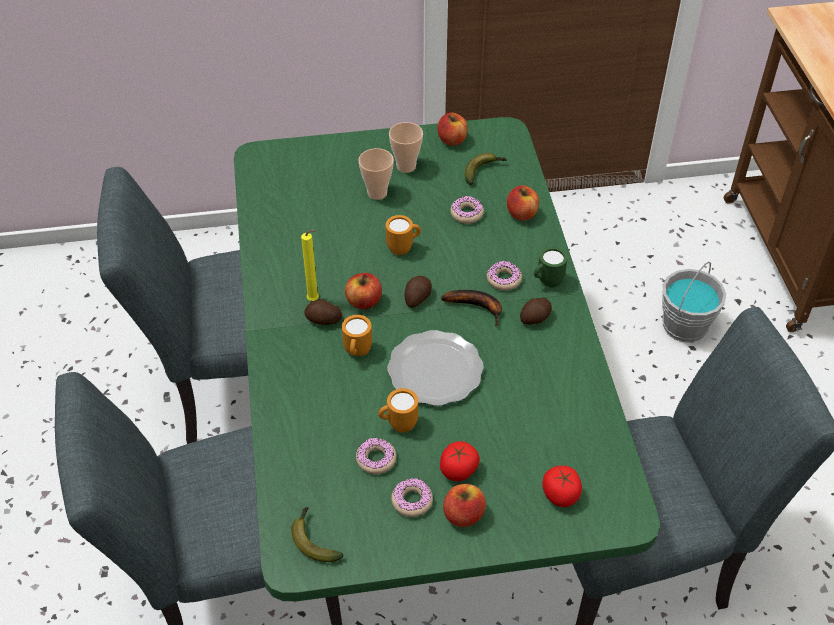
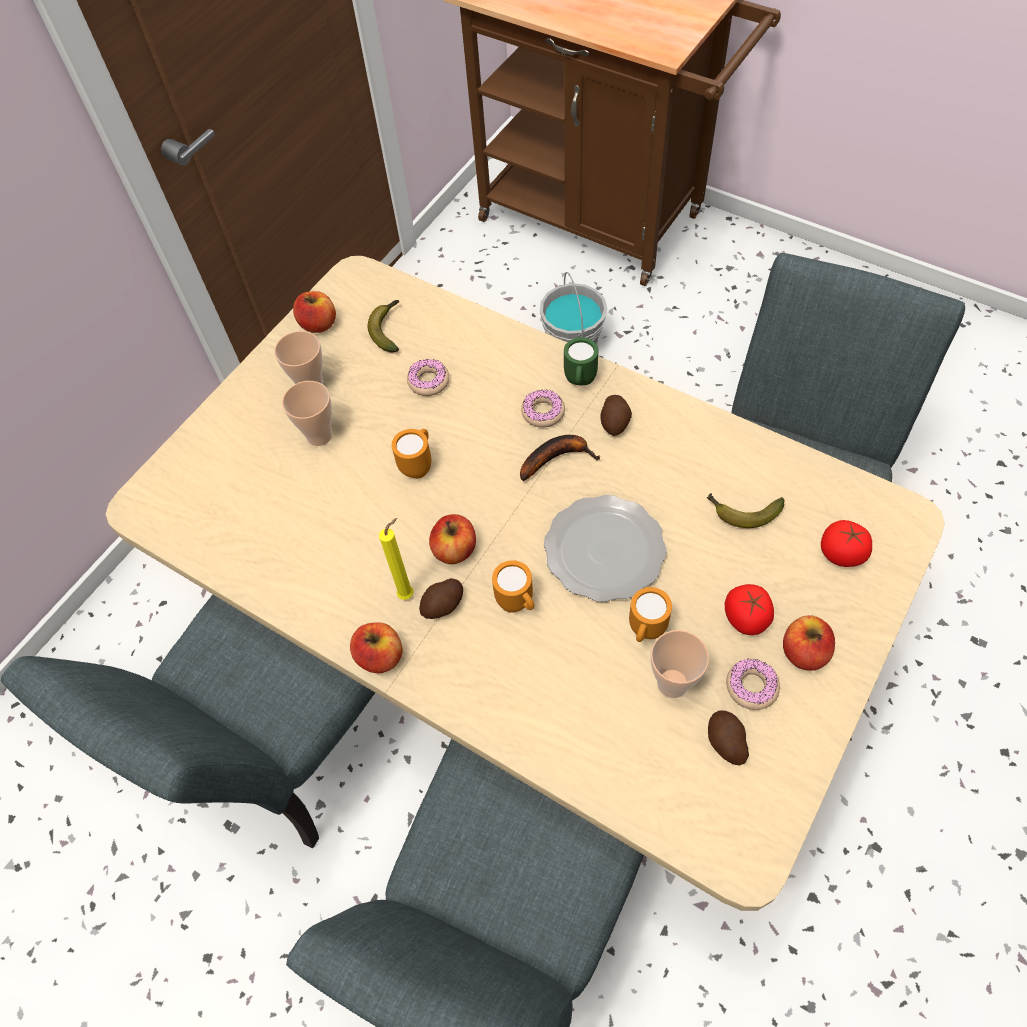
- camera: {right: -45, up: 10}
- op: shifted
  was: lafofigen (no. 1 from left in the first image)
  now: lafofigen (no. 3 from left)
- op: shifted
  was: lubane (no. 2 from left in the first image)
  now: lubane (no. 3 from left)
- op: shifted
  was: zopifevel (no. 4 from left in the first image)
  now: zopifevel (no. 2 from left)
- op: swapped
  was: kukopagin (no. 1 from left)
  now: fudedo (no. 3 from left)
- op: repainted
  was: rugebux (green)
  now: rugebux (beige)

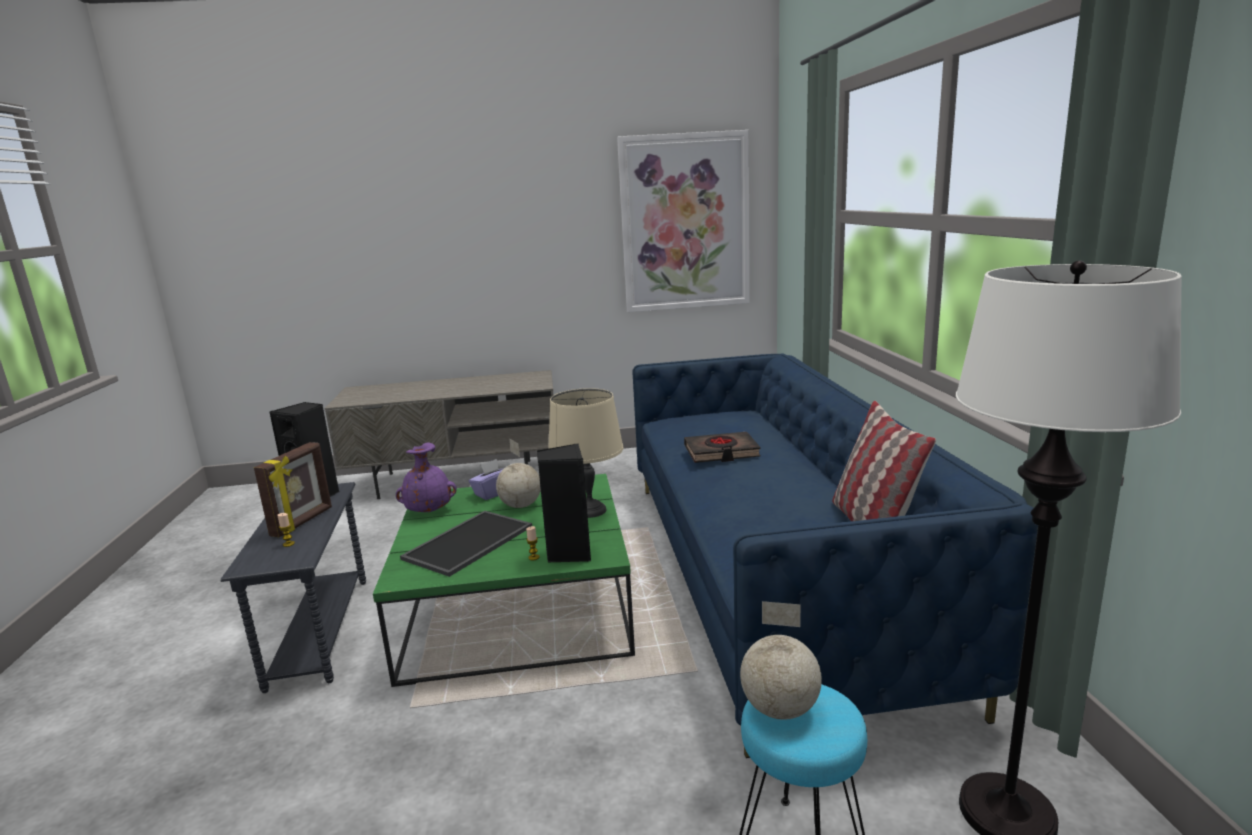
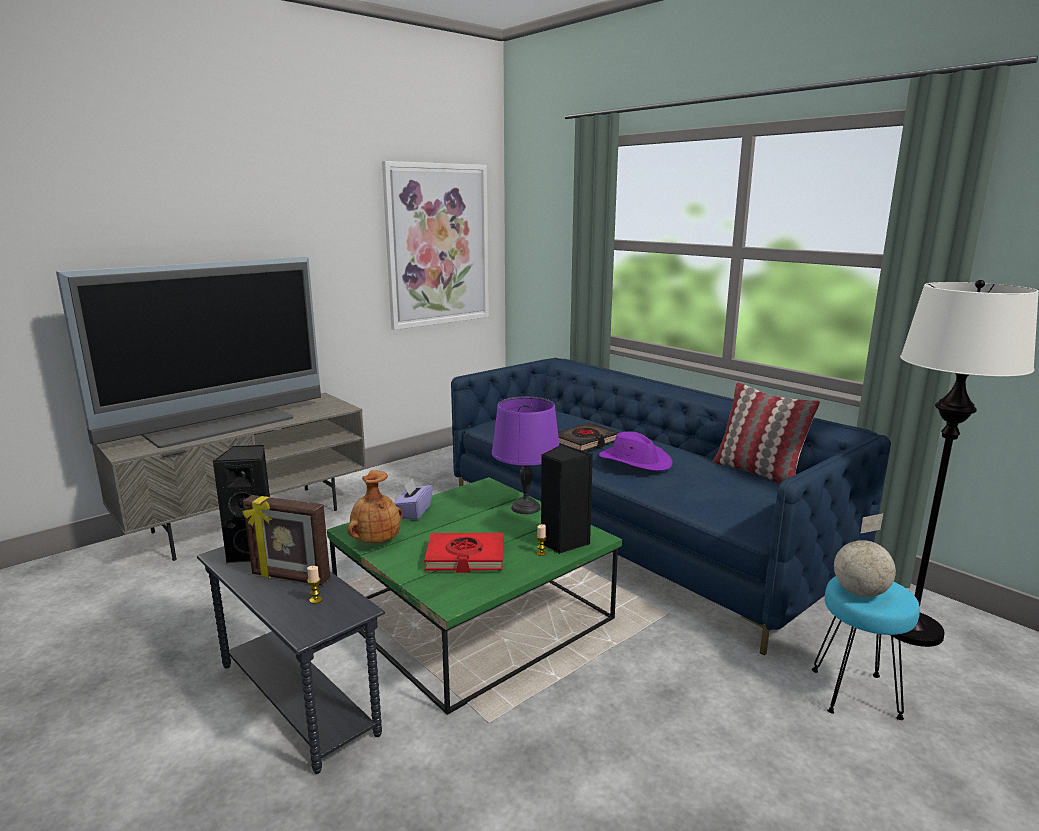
- camera: {right: -35, up: 0}
- op: gone
  was: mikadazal (no. 1 from left)
- op: new
  now: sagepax
- op: new
  now: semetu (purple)
- op: swapped
  was: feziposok
  now: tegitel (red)
- op: repainted
  was: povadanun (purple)
  now: povadanun (brown)
- op: repainted
  was: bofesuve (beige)
  now: bofesuve (purple)
- op: rotated
  was: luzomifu
  clockwise: 120

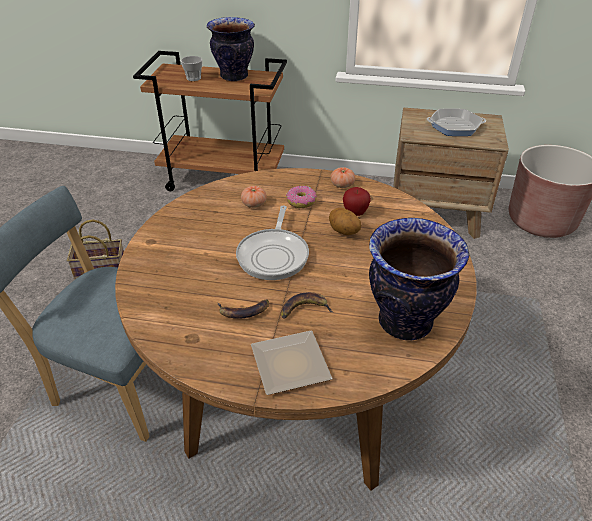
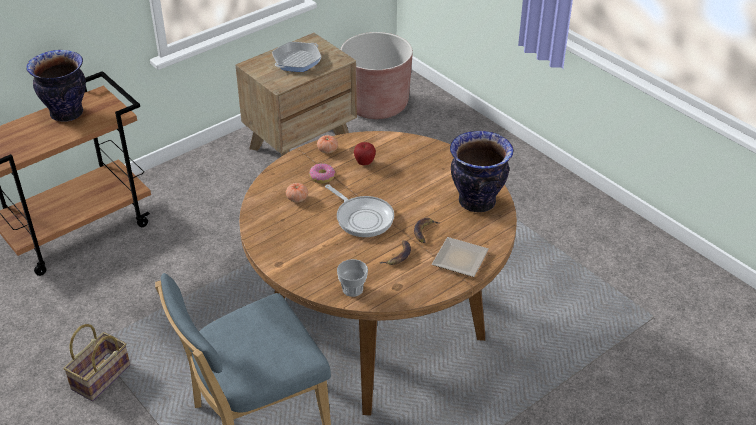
- camera: {right: -50, up: 0}
- op: gone
  was: lubane
- op: shifted
  was: fudedo

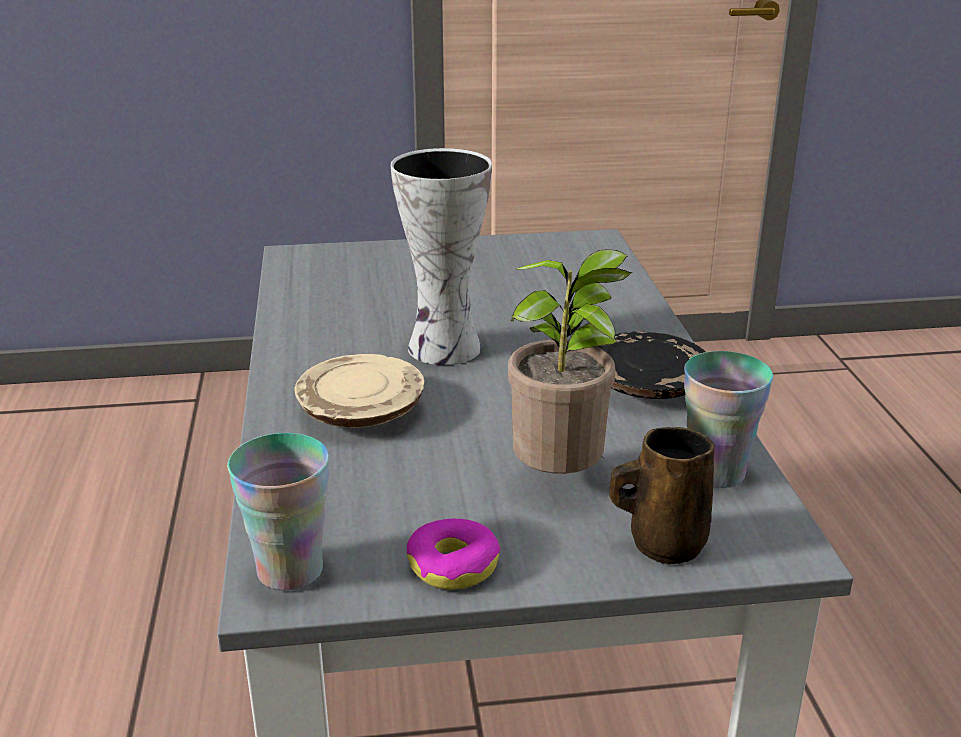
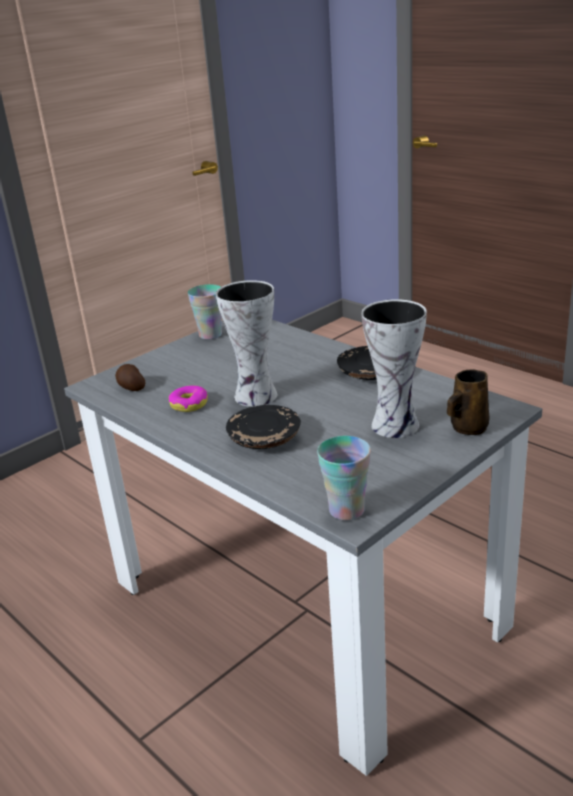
- camera: {right: -35, up: 0}
- op: new
  now: lubane
- op: shifted
  was: kukopagin
- op: shifted
  was: fudedo (no. 2 from left in the first image)
  now: fudedo (no. 1 from left)
- op: swapped
  was: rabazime
  now: povadanun (no. 2 from left)
- op: repainted
  was: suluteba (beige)
  now: suluteba (black) (no. 1 from left)

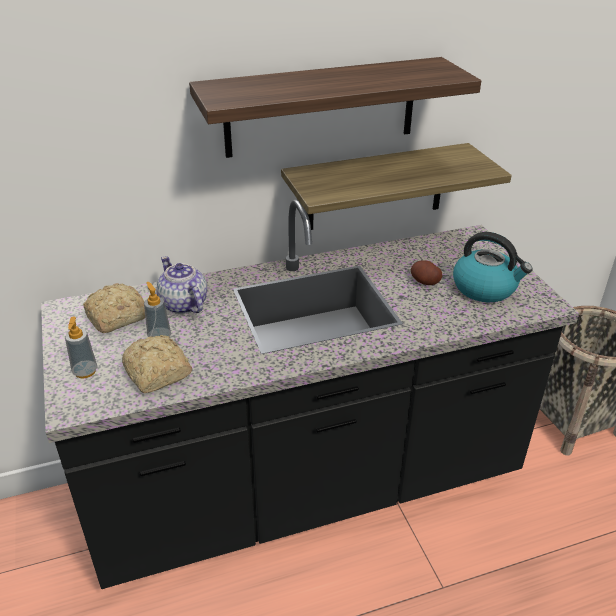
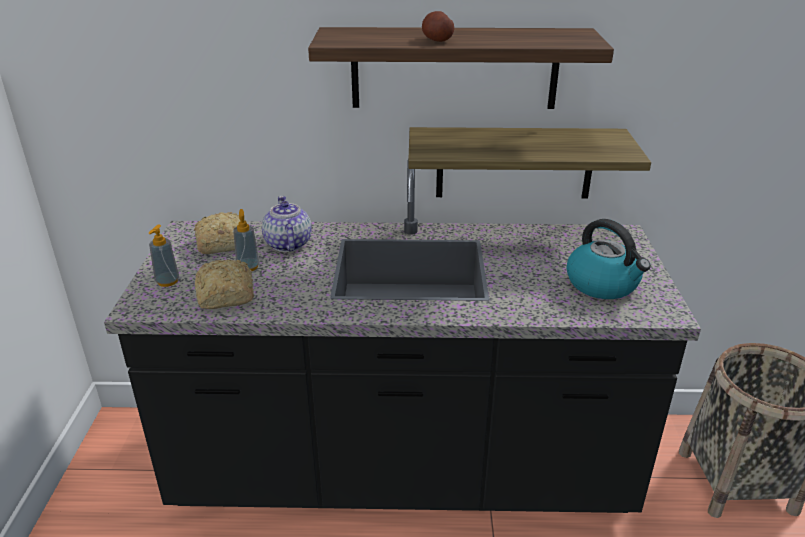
- camera: {right: 20, up: -5}
- op: shifted
  was: lubane

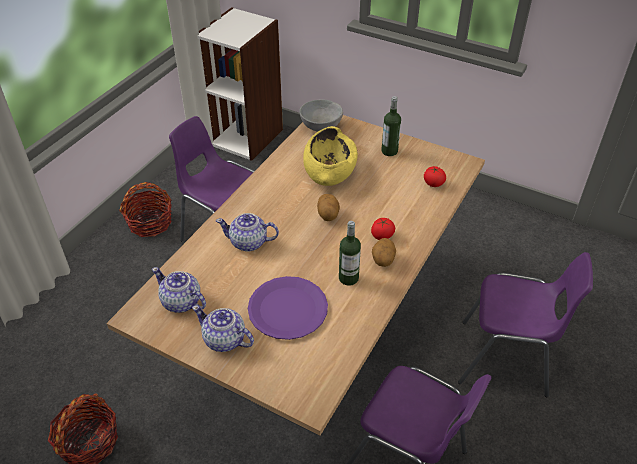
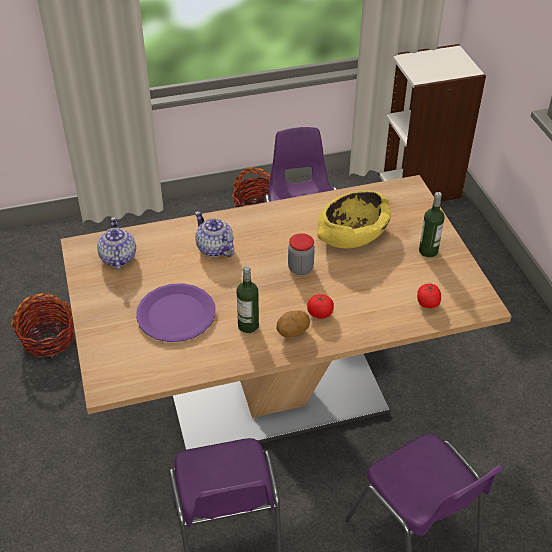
- camera: {right: 45, up: 0}
- op: gone
  was: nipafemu (no. 2 from left)
- op: gone
  was: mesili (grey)
- op: swapped
  was: lubane (no. 1 from left)
  now: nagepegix

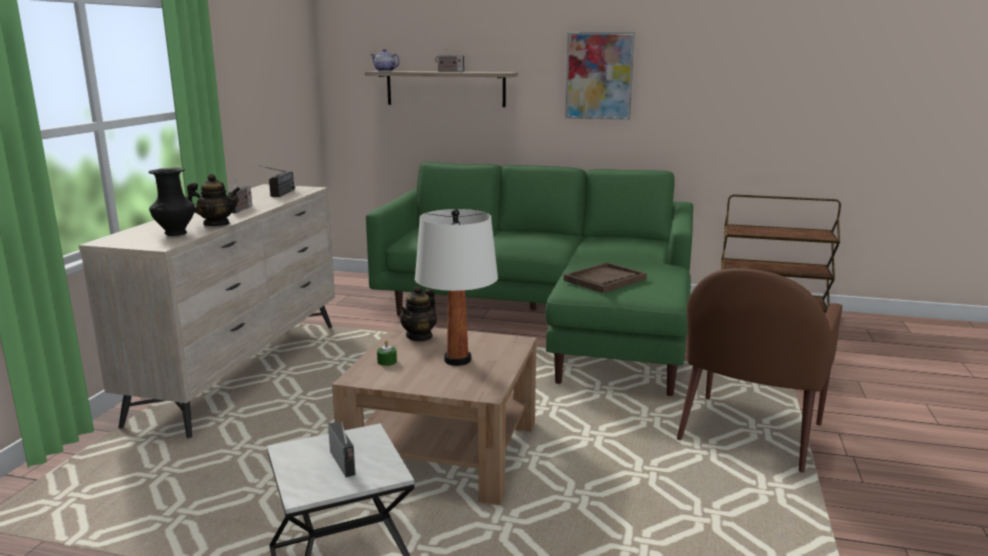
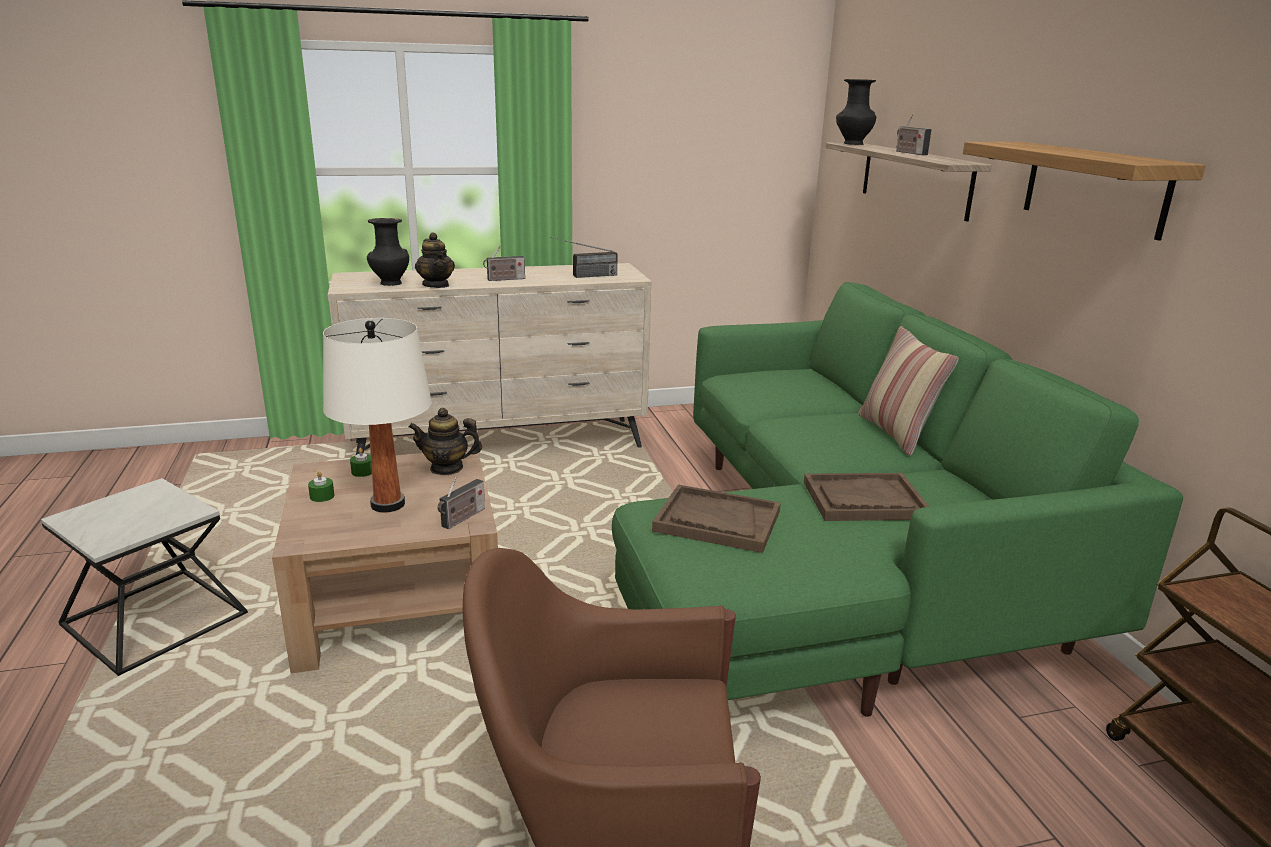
- camera: {right: 60, up: 5}
- op: new
  now: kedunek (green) (no. 1 from left)
- op: new
  now: feziposok (brown) (no. 2 from left)
- op: new
  now: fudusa
- op: shifted
  was: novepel (no. 3 from left in the first image)
  now: novepel (no. 1 from left)
- op: swapped
  was: nipafemu (no. 2 from left)
  now: povadanun (black) (no. 2 from left)
- op: swapped
  was: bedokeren
  now: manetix (no. 2 from left)

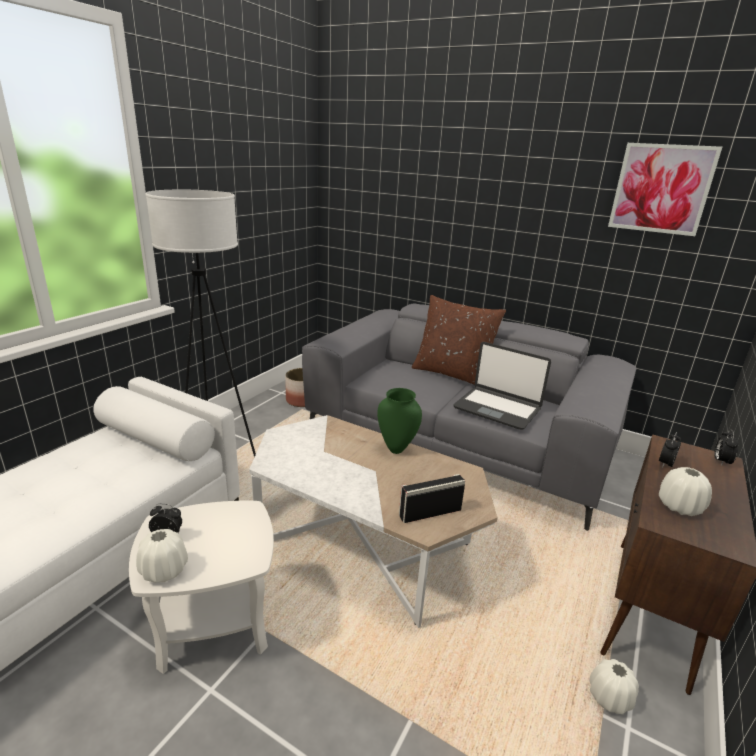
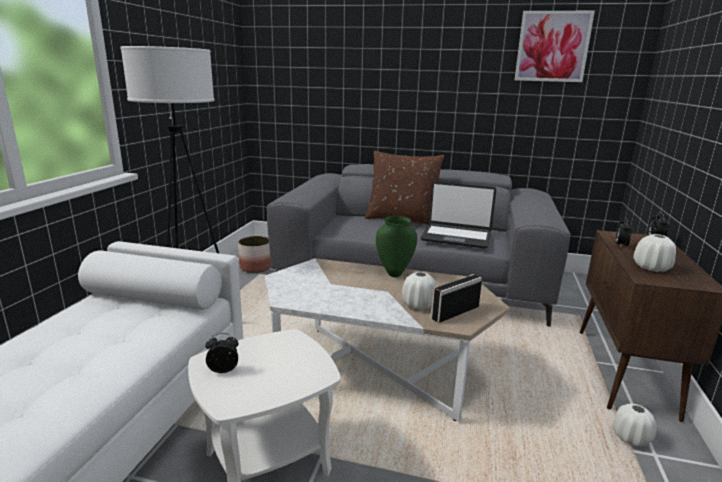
- camera: {right: -15, up: -5}
- op: shifted
  was: povadanun (white) (no. 1 from left)

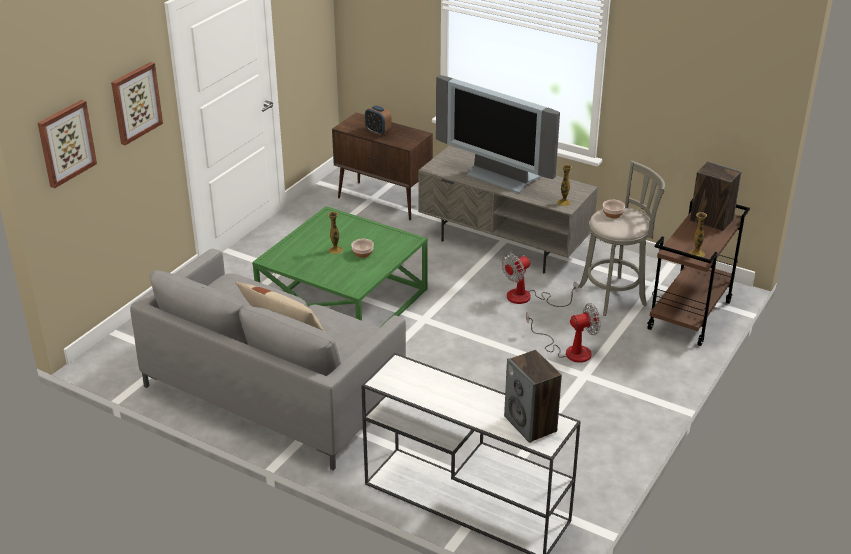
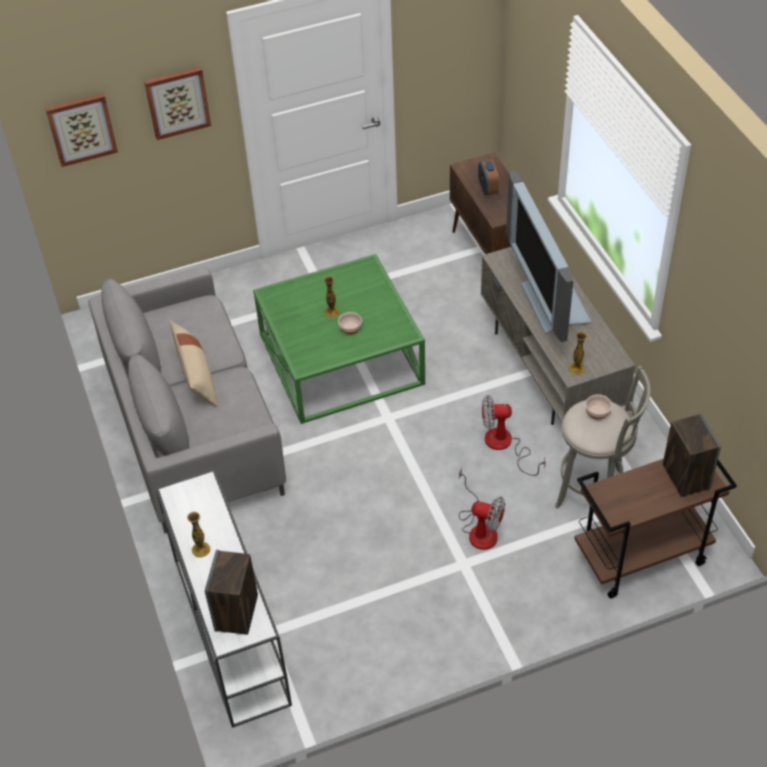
- camera: {right: 40, up: 15}
- op: shifted
  was: povadanun (no. 3 from left in the first image)
  now: povadanun (no. 1 from left)

